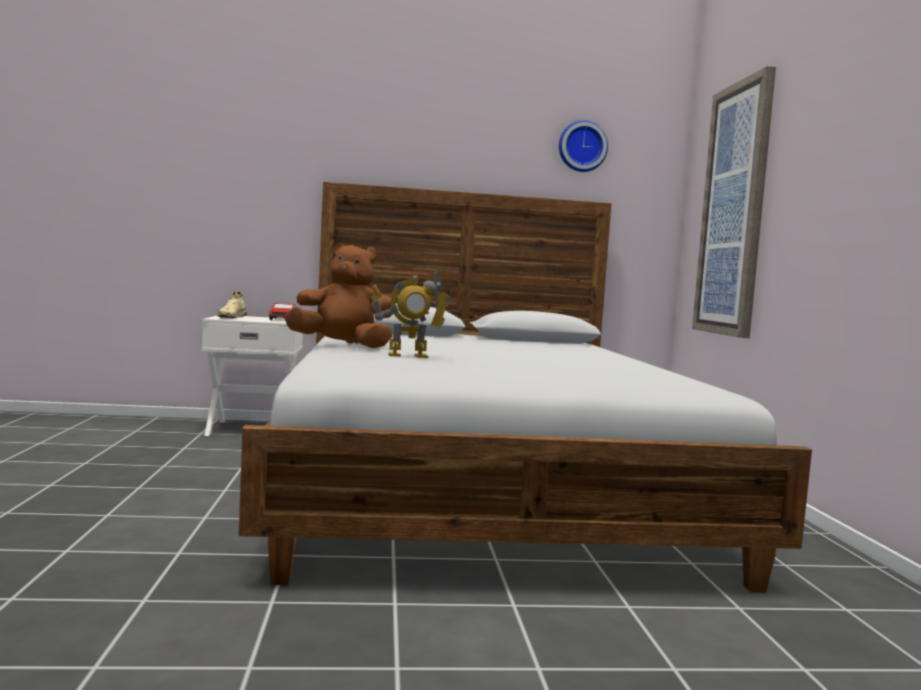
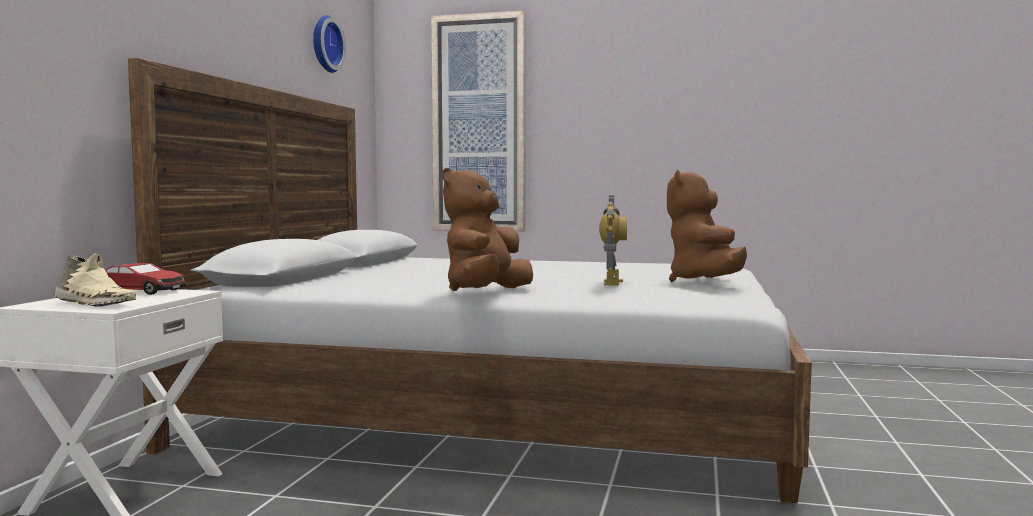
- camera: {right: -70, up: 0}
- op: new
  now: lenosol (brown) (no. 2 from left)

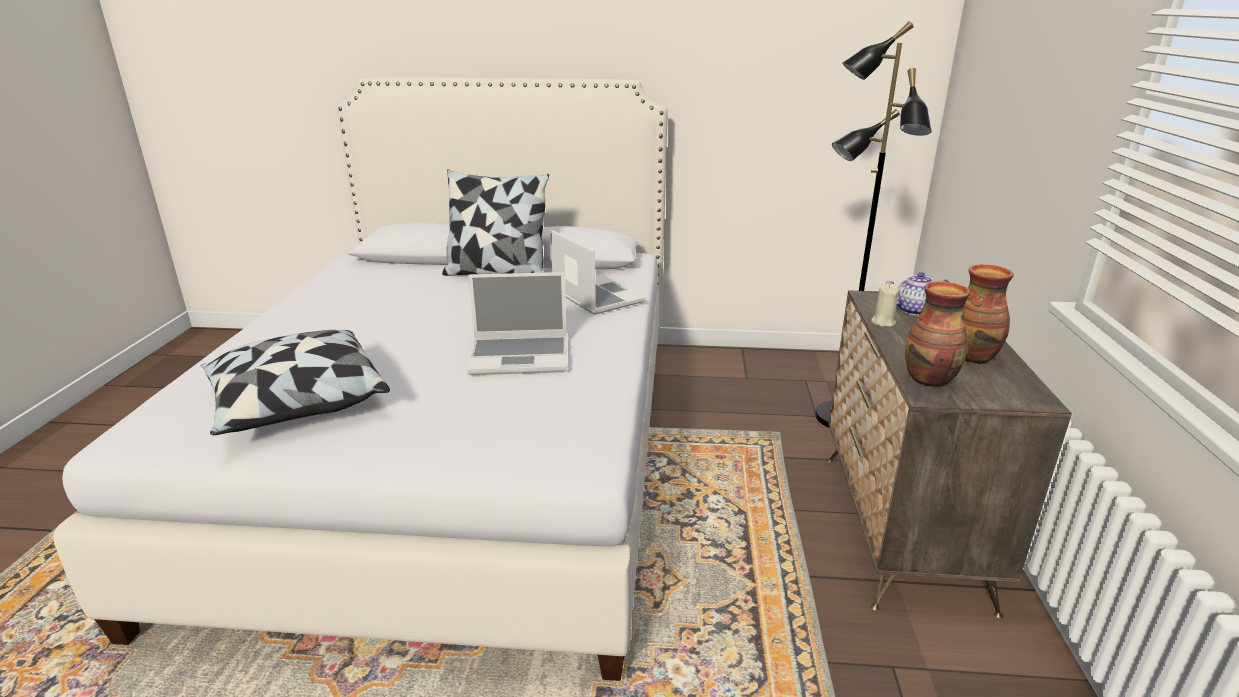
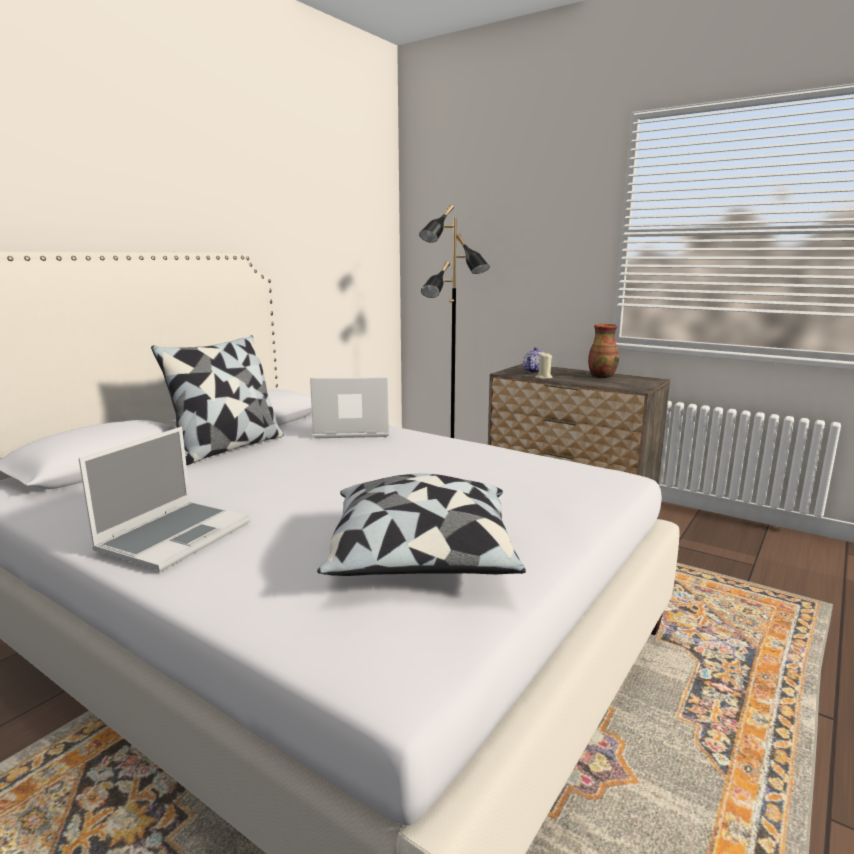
- camera: {right: -60, up: -10}
- op: gone
  was: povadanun (no. 1 from left)
- op: shifted
  was: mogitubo (no. 1 from left)

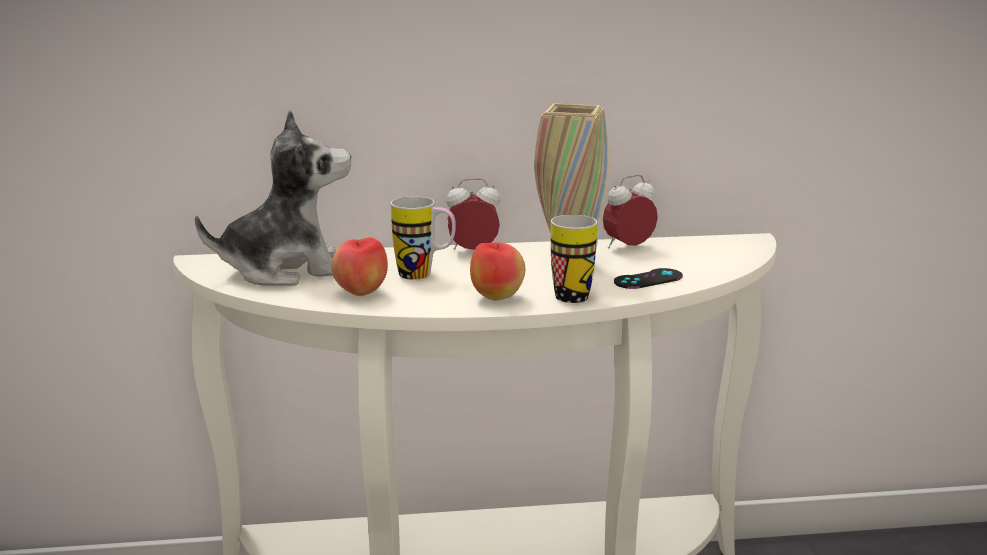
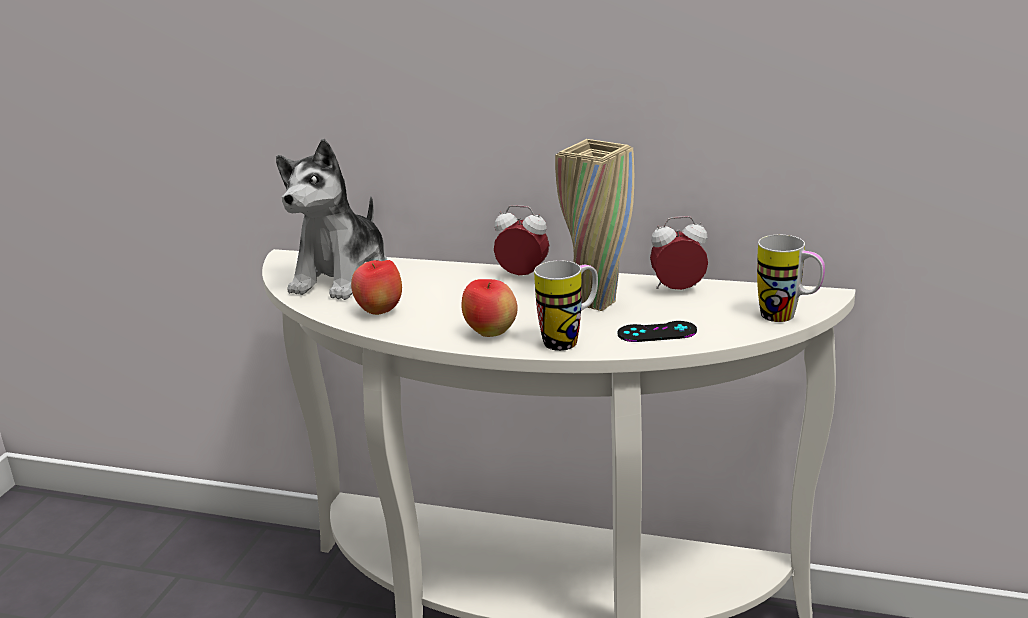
- camera: {right: 25, up: 5}
- op: shifted
  was: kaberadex (no. 1 from left in the first image)
  now: kaberadex (no. 2 from left)
- op: rotated
  was: lenosol
  clockwise: 105

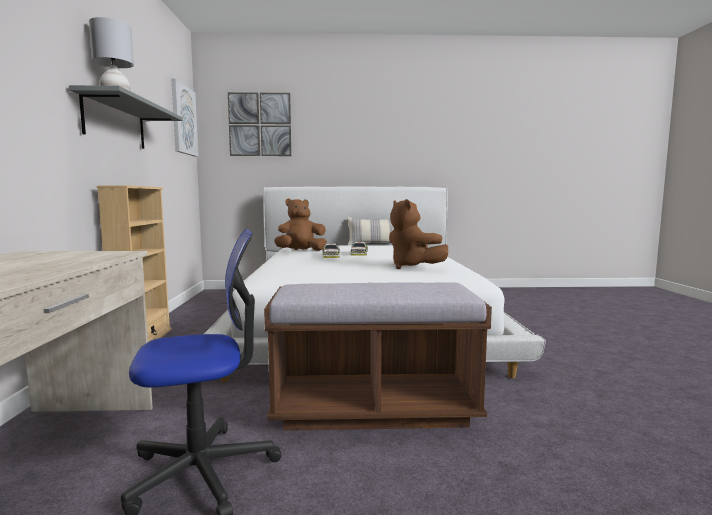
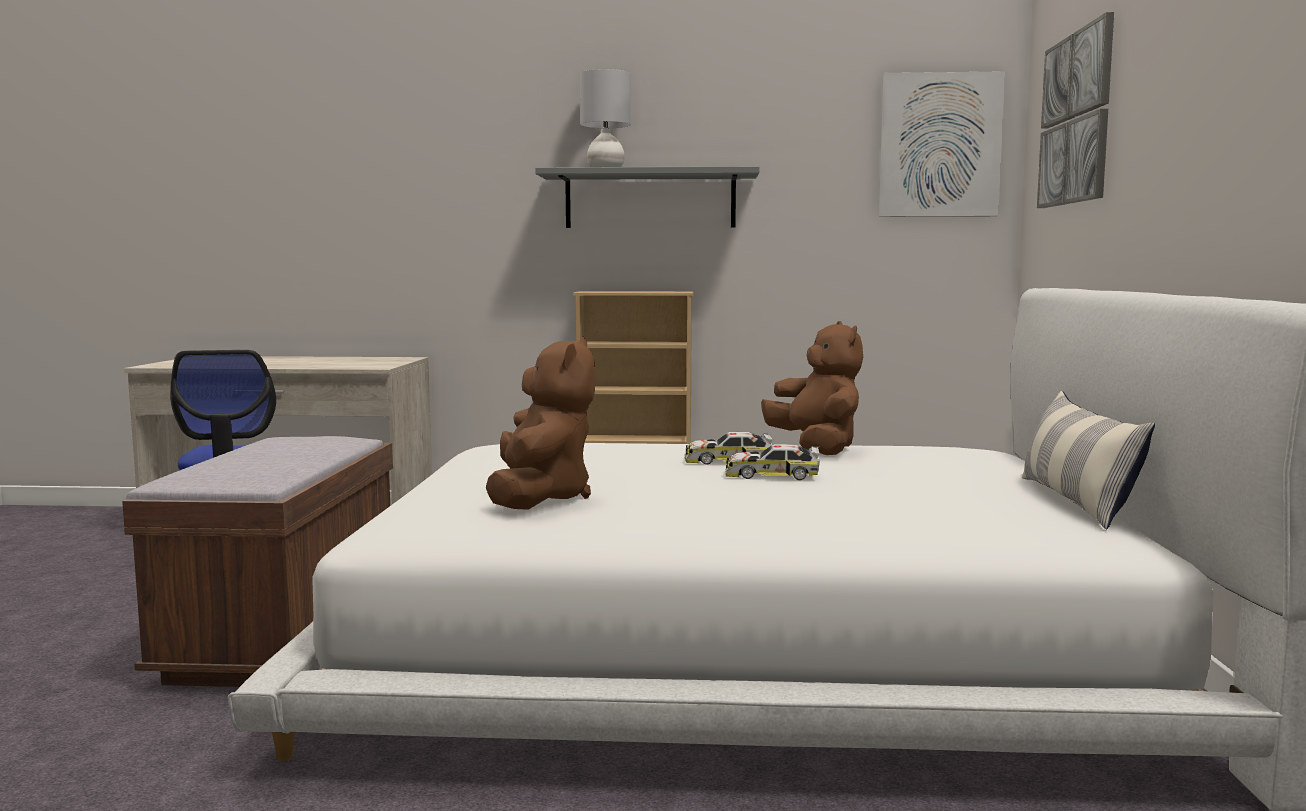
- camera: {right: 95, up: 0}
- op: rotated
  was: lenosol (brown) (no. 2 from left in the first image)
  clockwise: 120

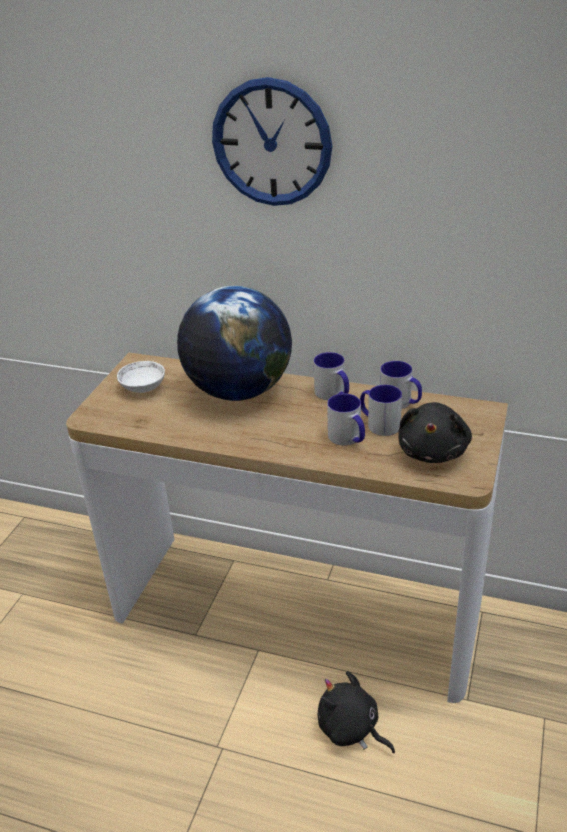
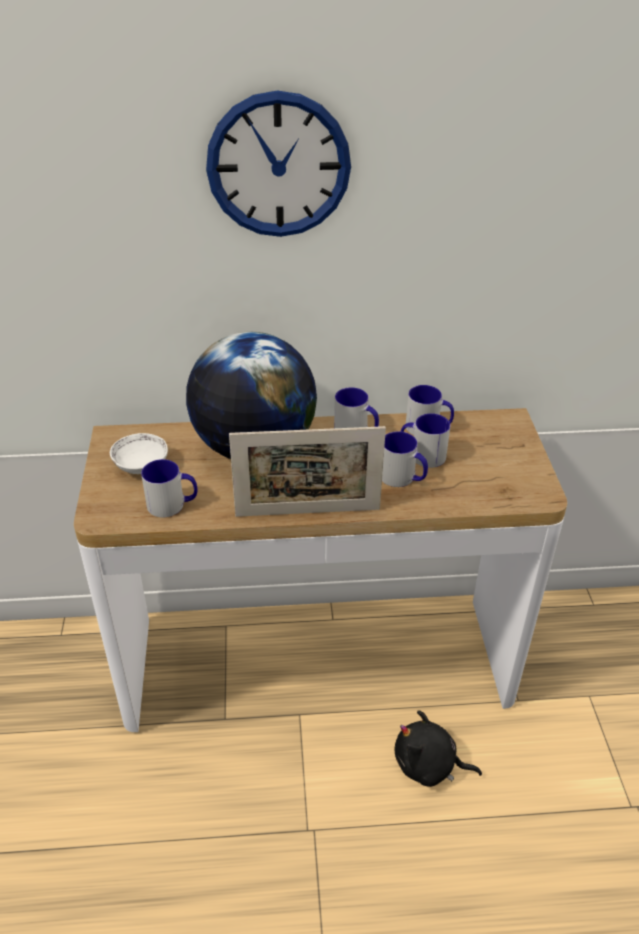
- camera: {right: -25, up: 5}
- op: gone
  was: lenosol (black) (no. 2 from left)
- op: new
  now: kaberadex (no. 1 from left)
- op: new
  now: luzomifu

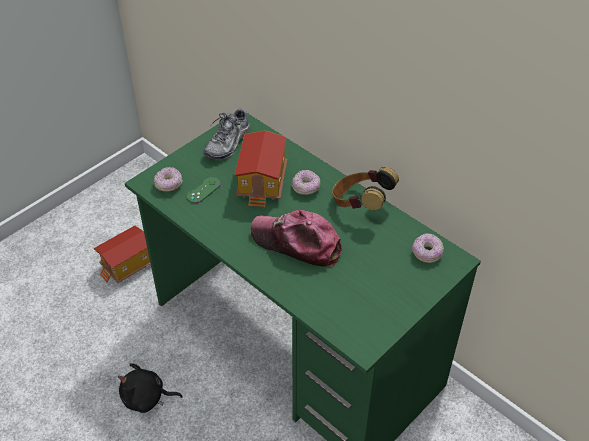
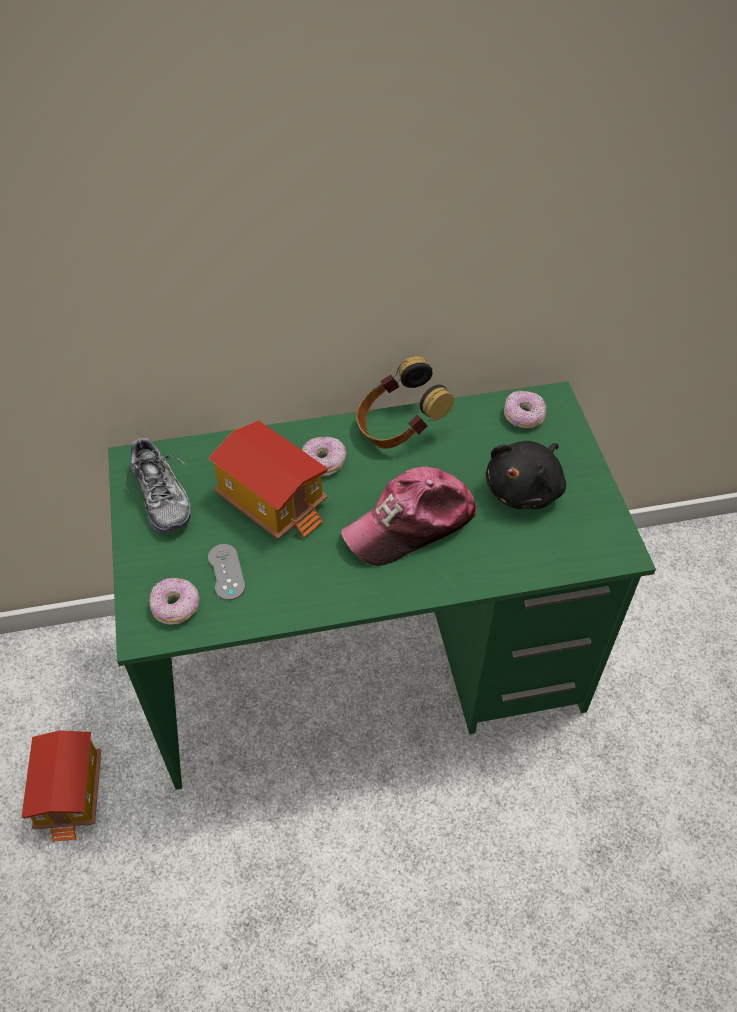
- camera: {right: -55, up: 5}
- op: shifted
  was: lenosol (black)
- op: repainted
  was: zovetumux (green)
  now: zovetumux (grey)

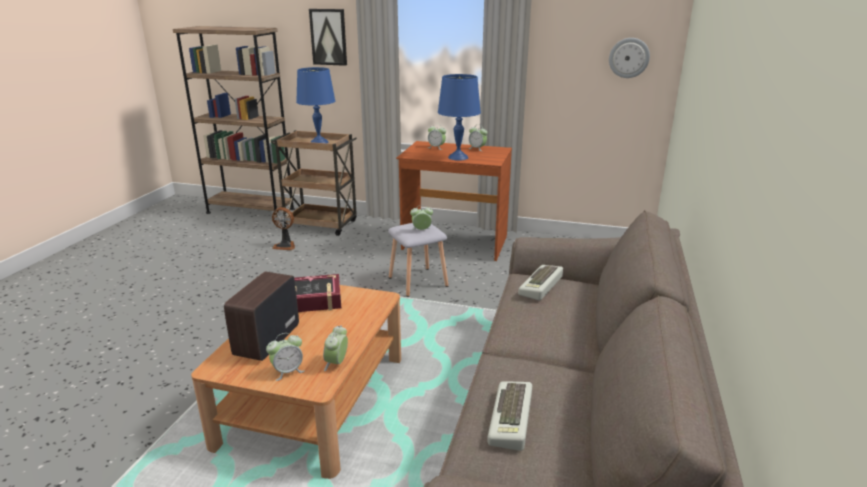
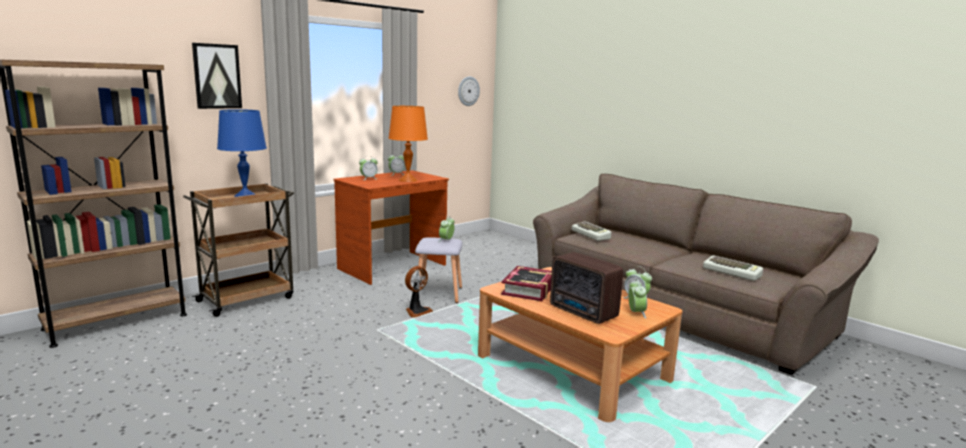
- camera: {right: -60, up: -10}
- op: shifted
  was: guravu
- op: repainted
  was: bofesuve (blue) (no. 2 from left)
  now: bofesuve (orange)

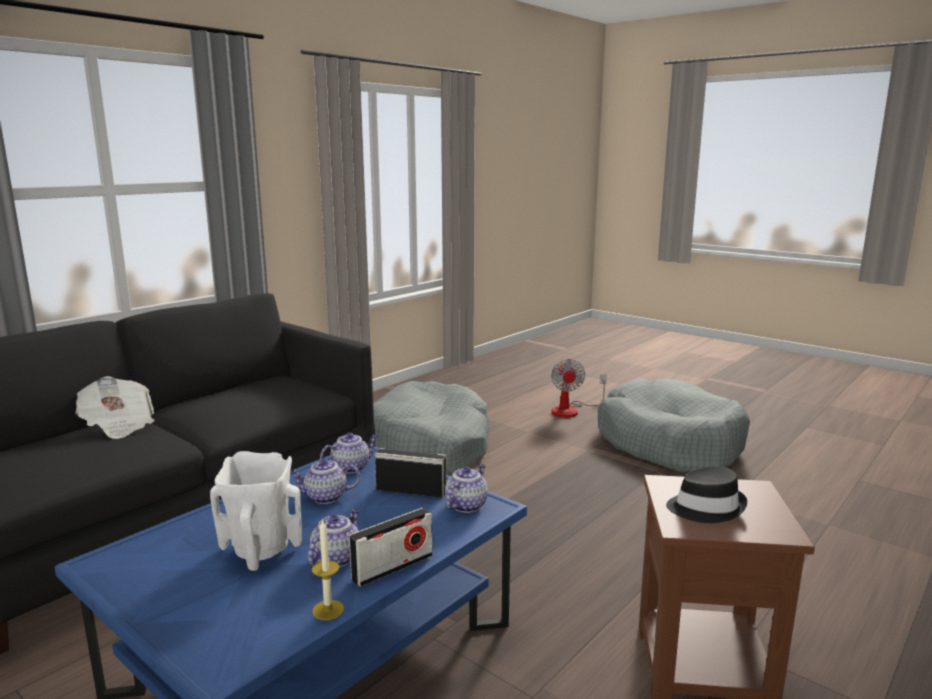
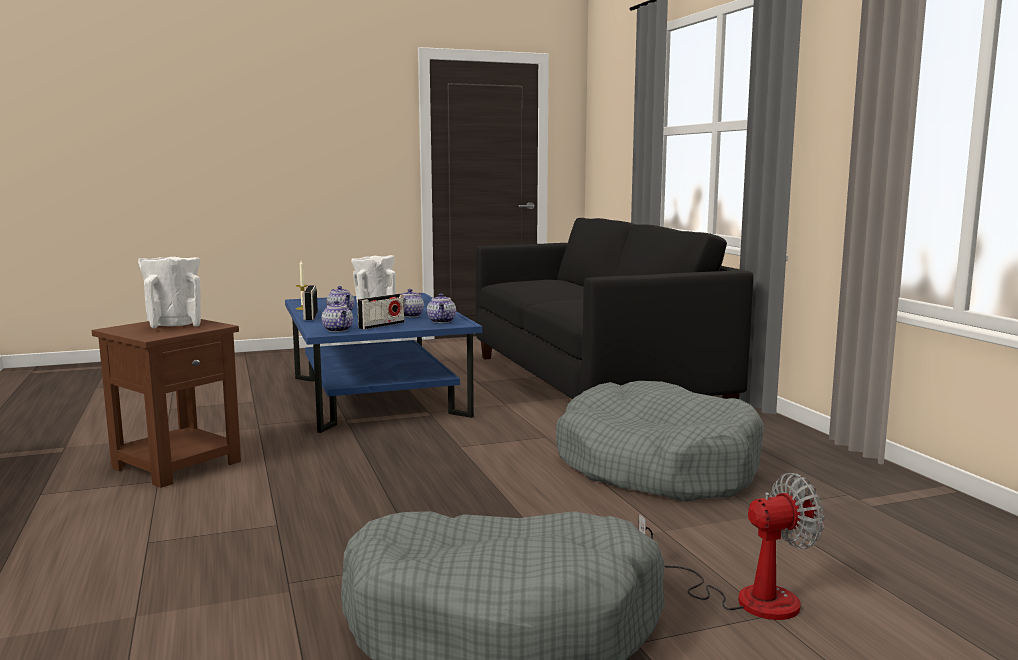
- camera: {right: 120, up: -5}
- op: gone
  was: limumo
- op: swapped
  was: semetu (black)
  now: povadanun (white) (no. 1 from left)
- op: rotated
  was: guravu
  clockwise: 135

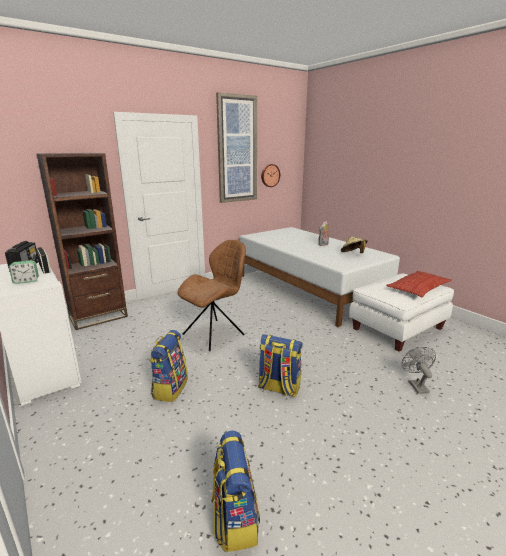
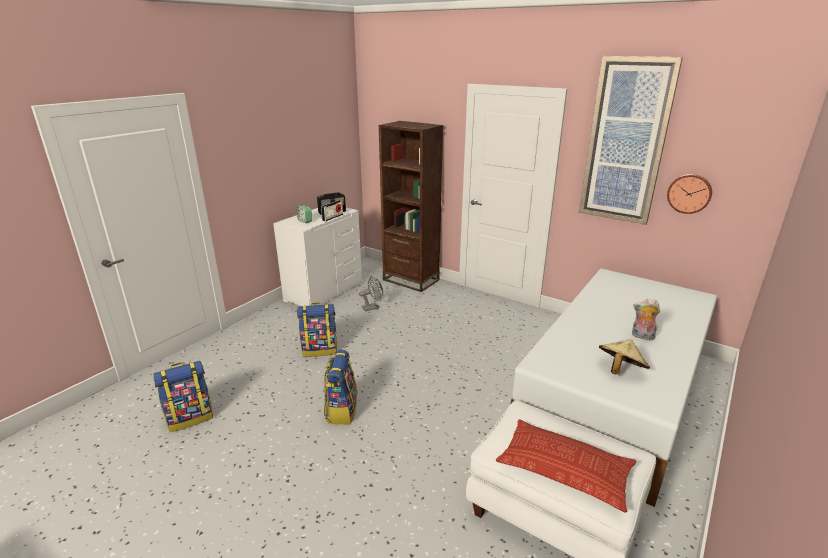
- camera: {right: 70, up: 5}
- op: gone
  was: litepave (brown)
- op: shifted
  was: guravu (grey)

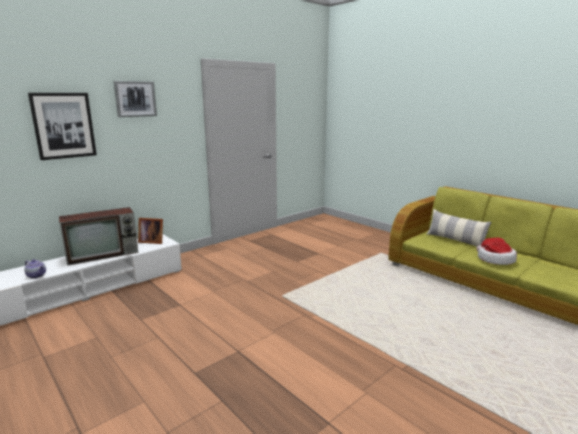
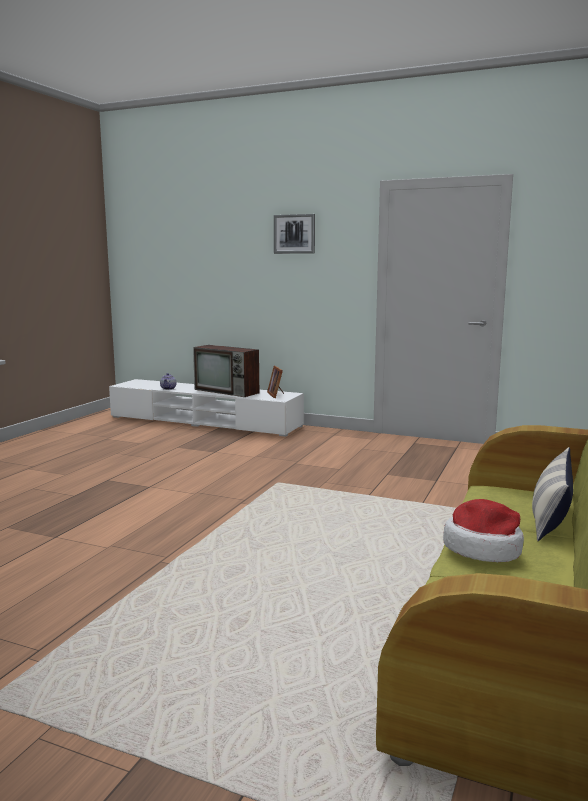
- camera: {right: 65, up: -5}
- op: gone
  was: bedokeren (no. 1 from left)

